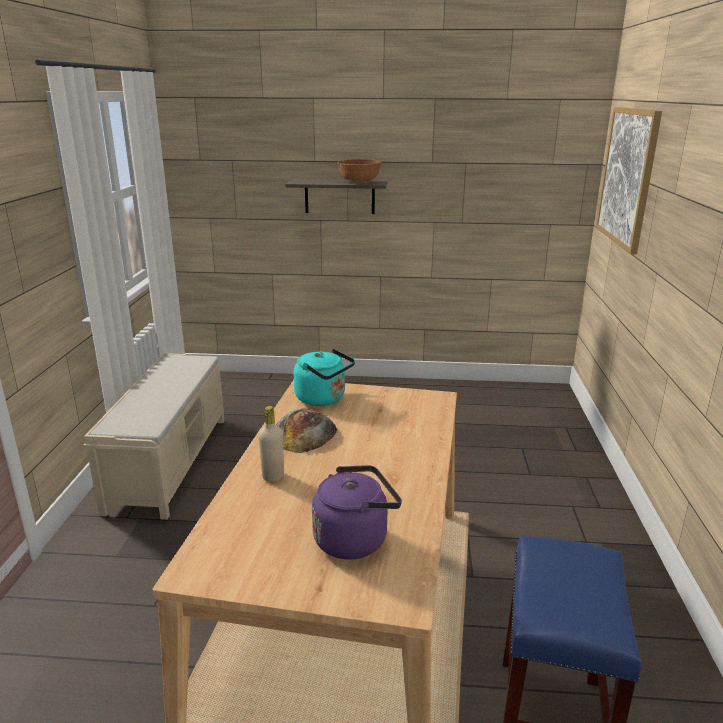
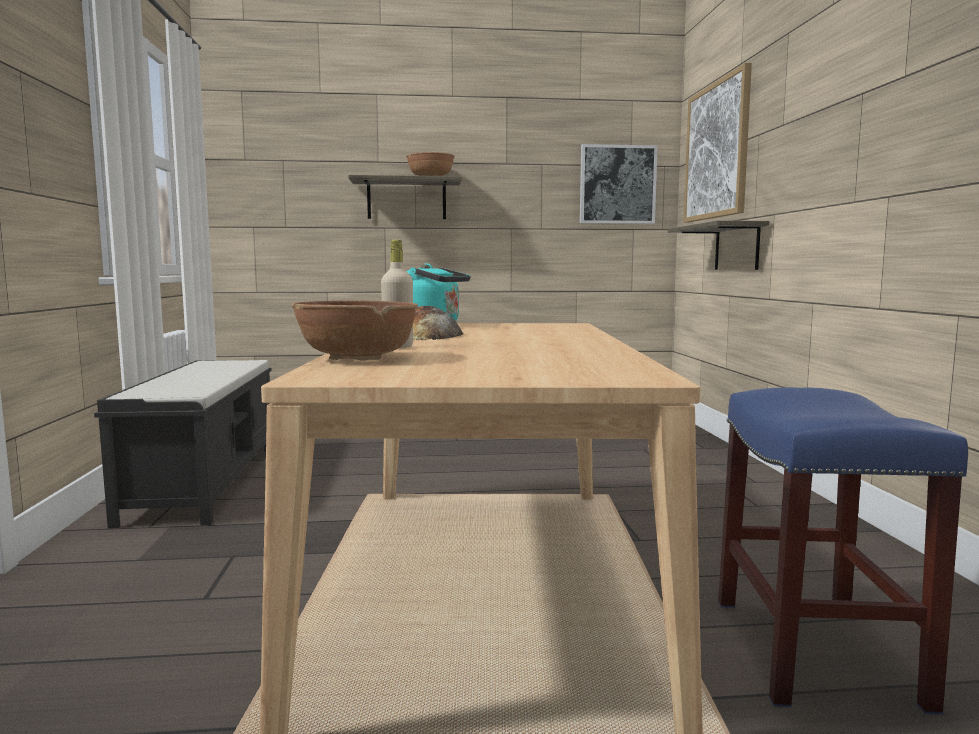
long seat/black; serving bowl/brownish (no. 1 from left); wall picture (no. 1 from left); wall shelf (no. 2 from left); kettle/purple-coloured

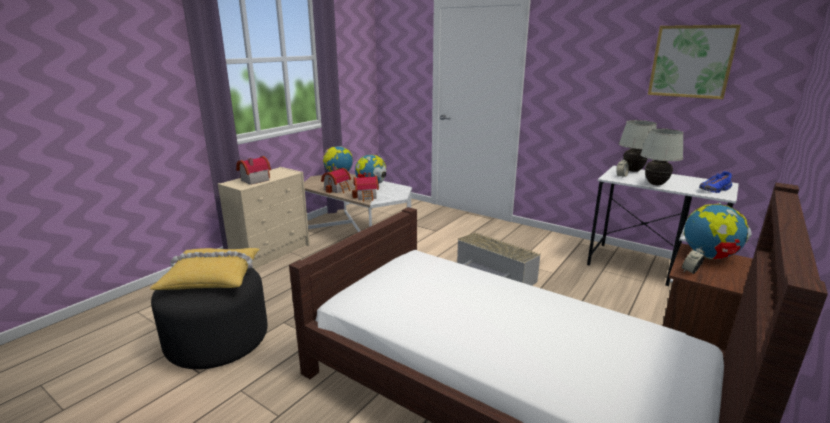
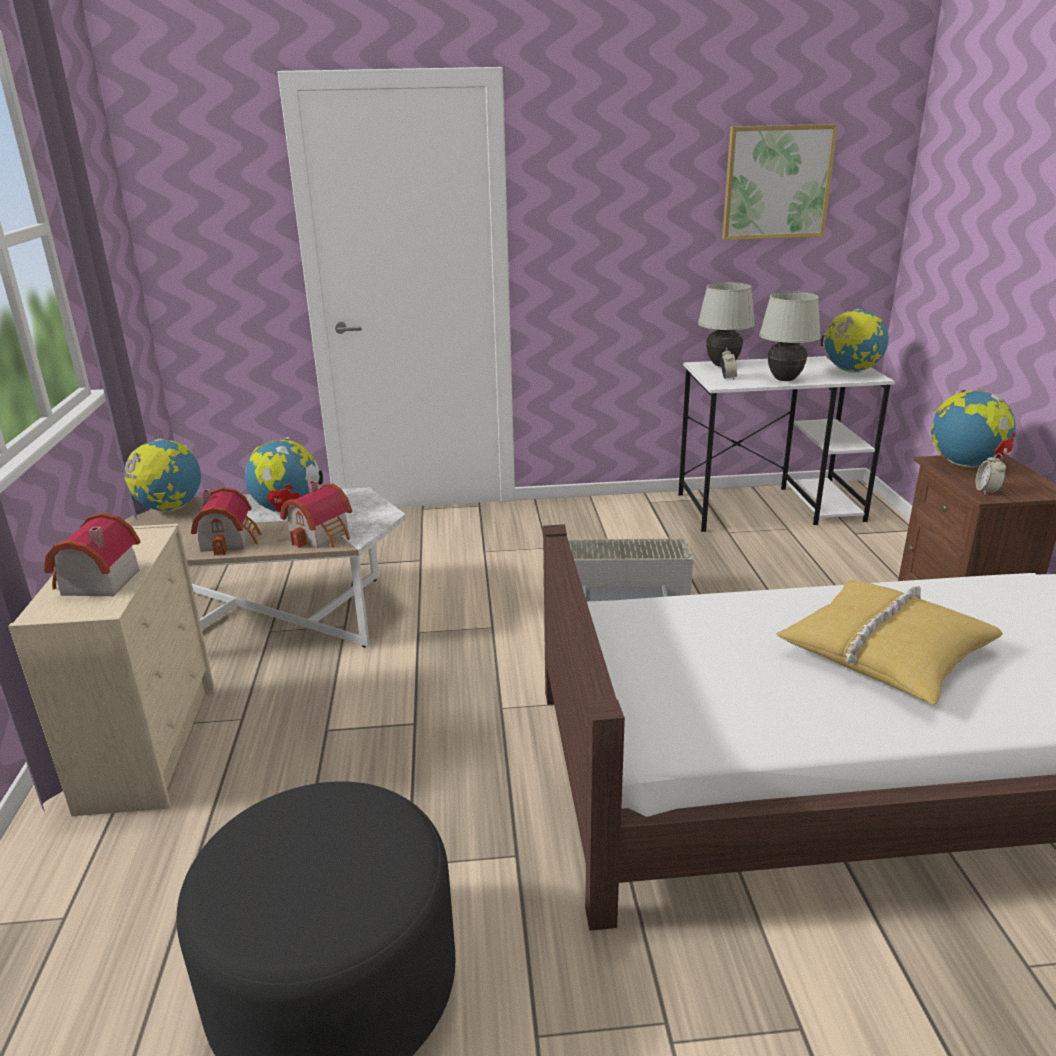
pillow/yellowish; globe (no. 3 from left)

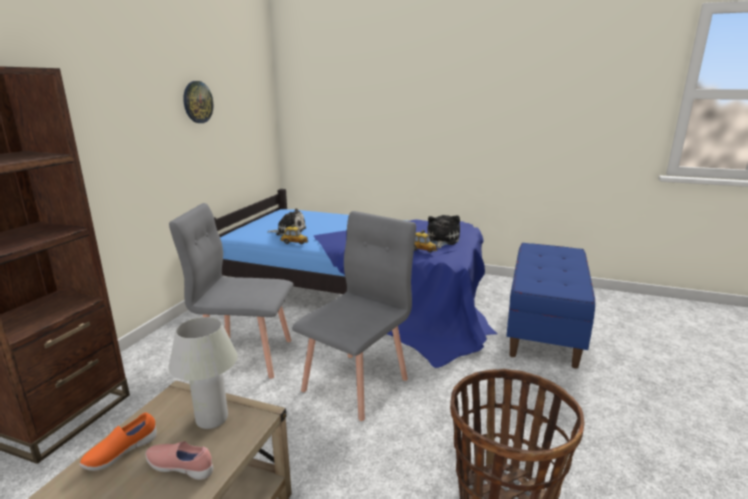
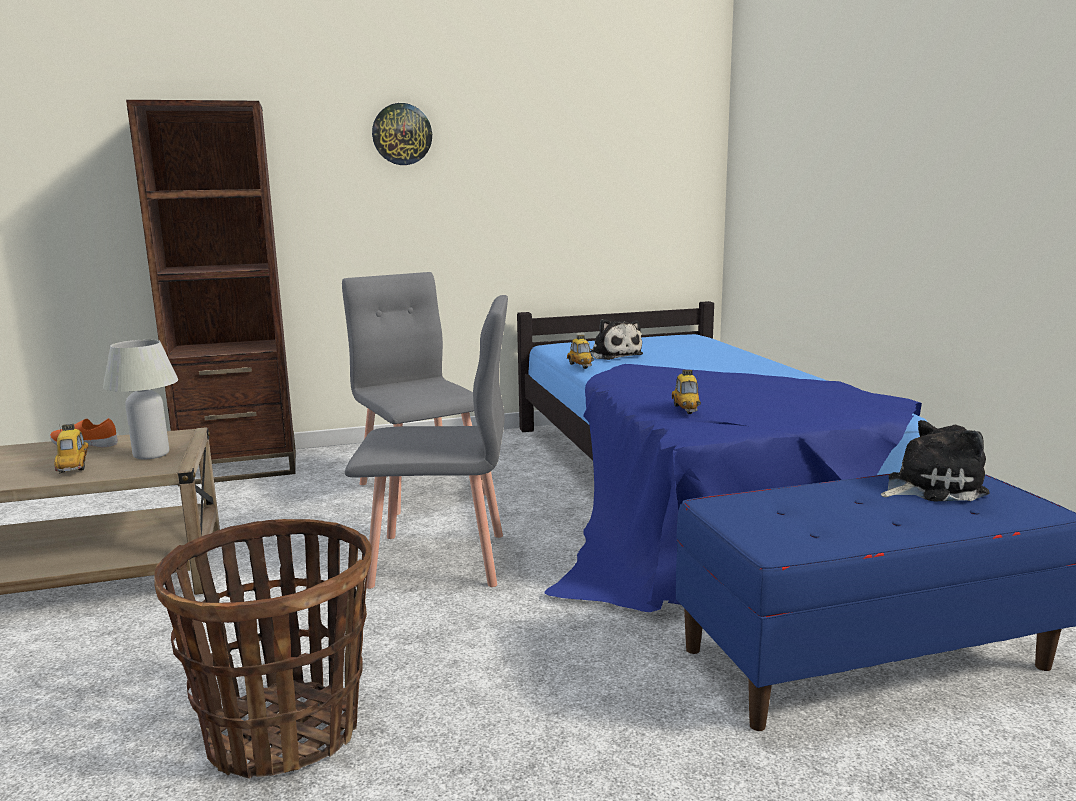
model car (no. 1 from left); hanging clock; cuddly toy (no. 2 from left)

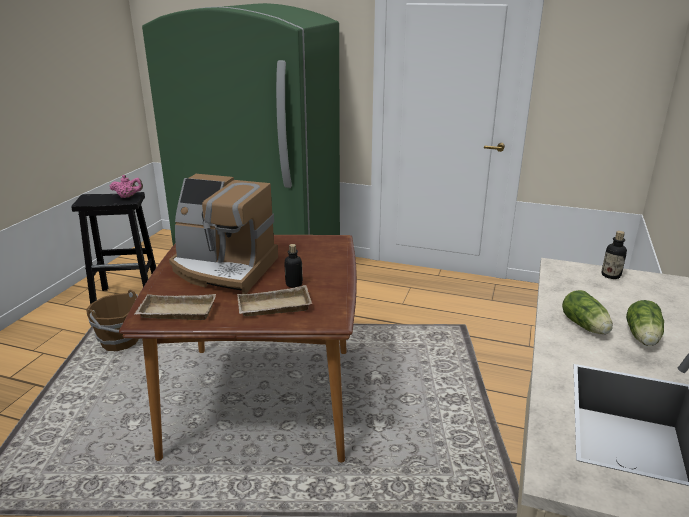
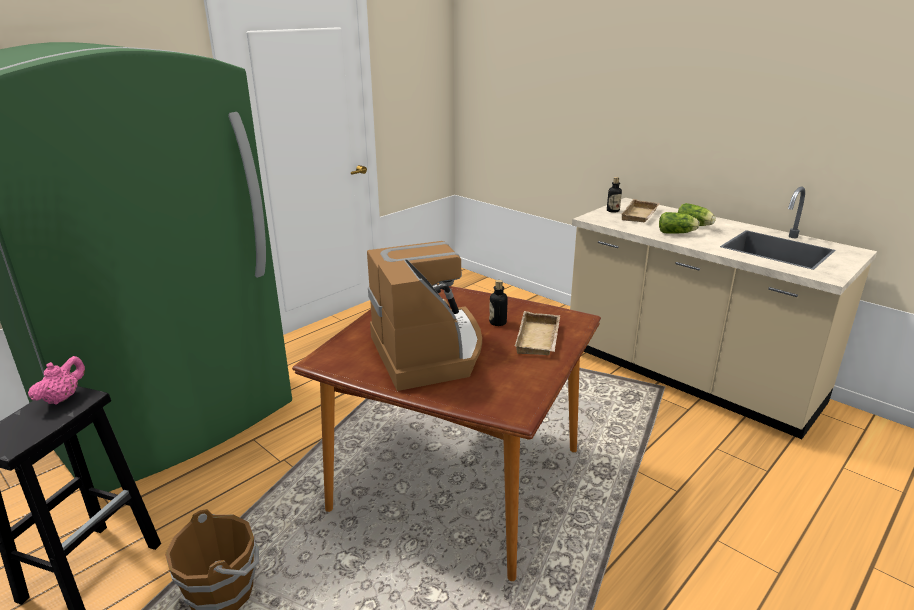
coffee machine; carrying tray/beige-coloured (no. 2 from left)

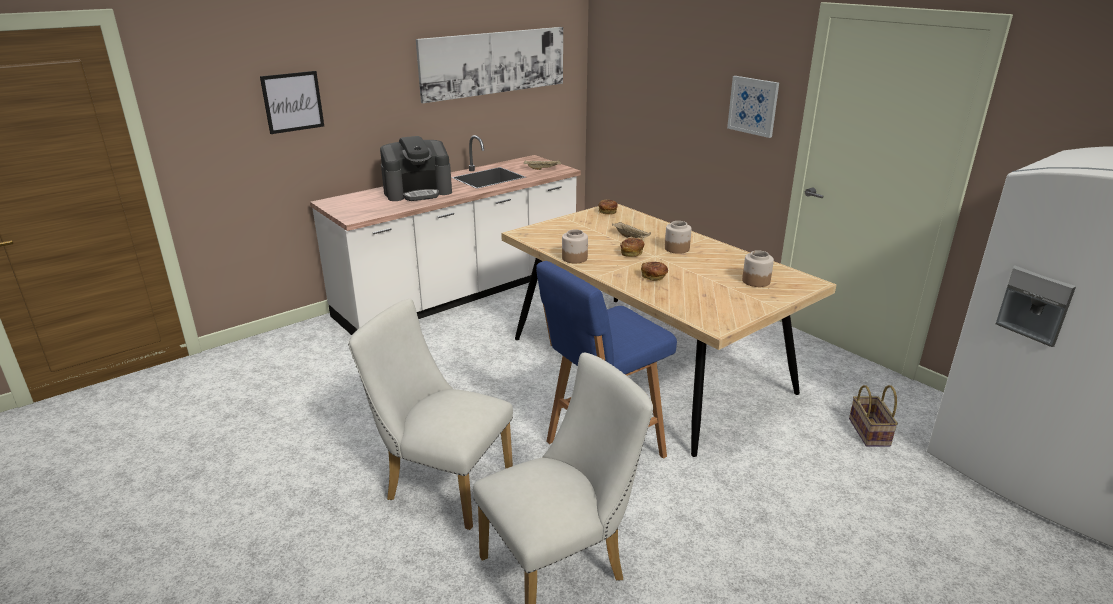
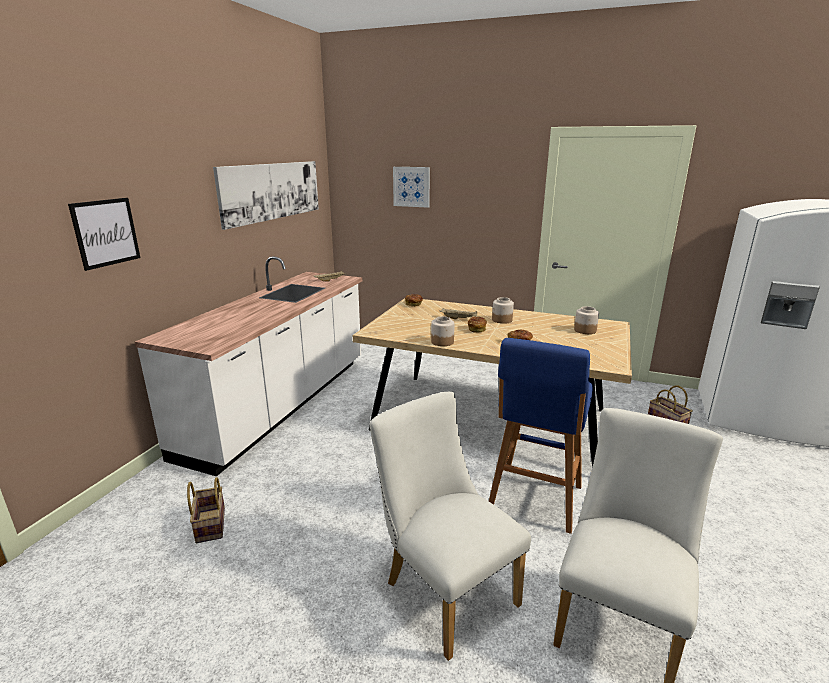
basket (no. 1 from left); chair/whitish (no. 1 from left); wall picture (no. 3 from left); coffee machine

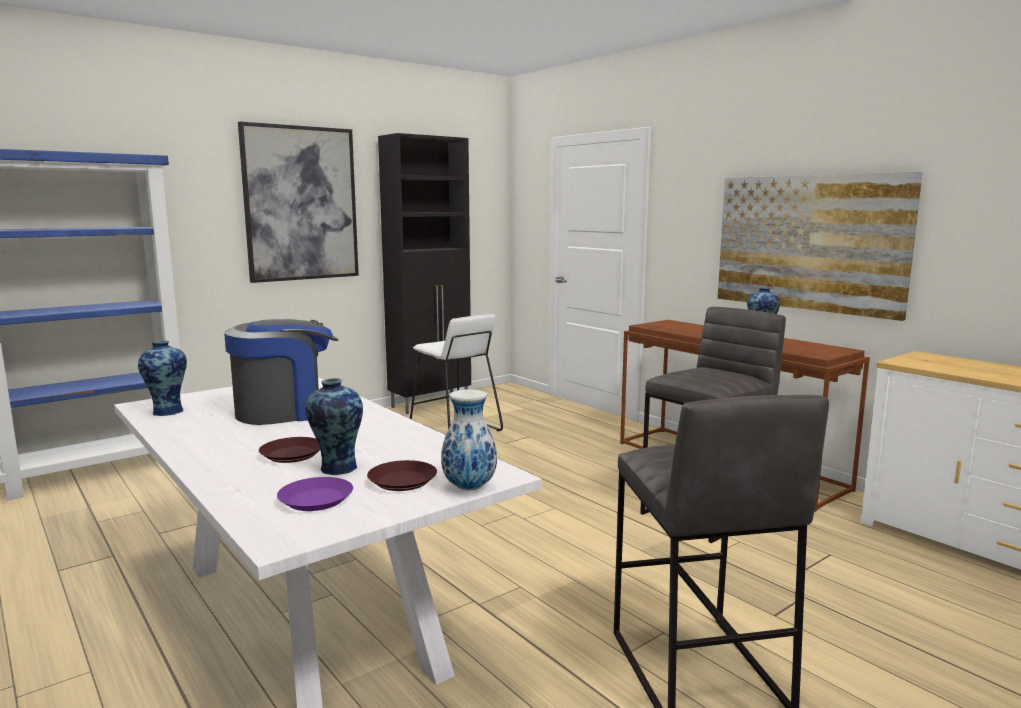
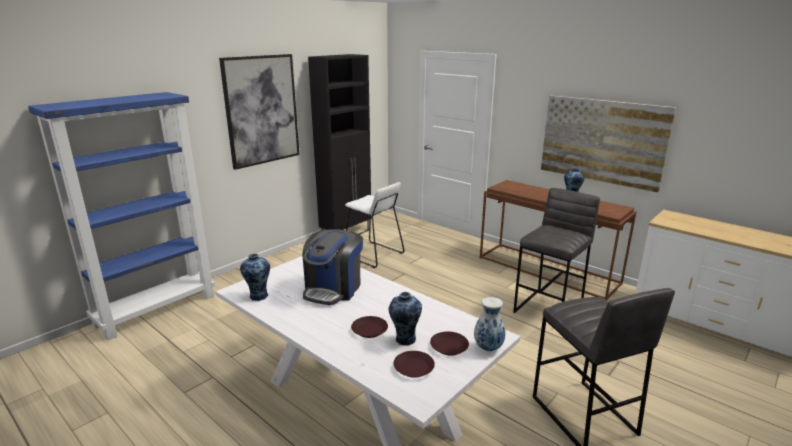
coffee machine; flat dish/brownish (no. 2 from left)

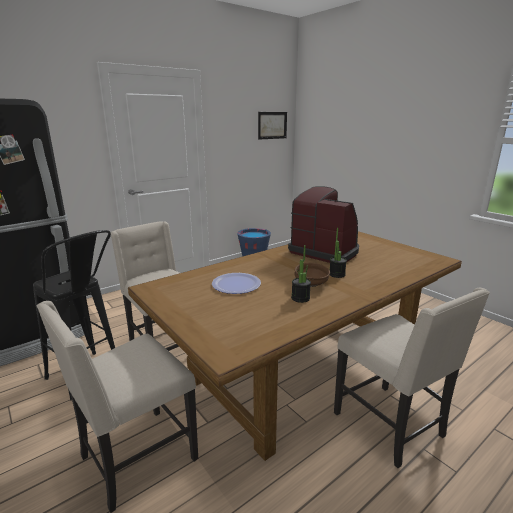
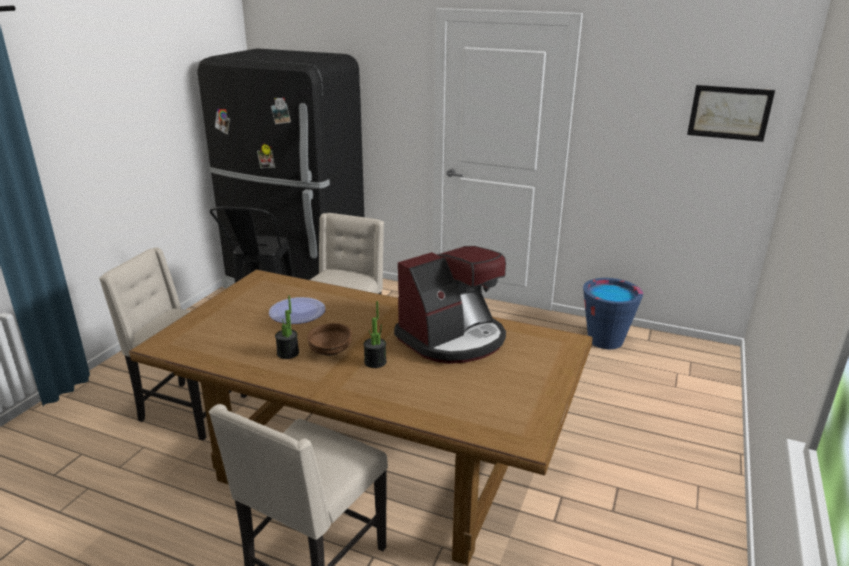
coffee machine

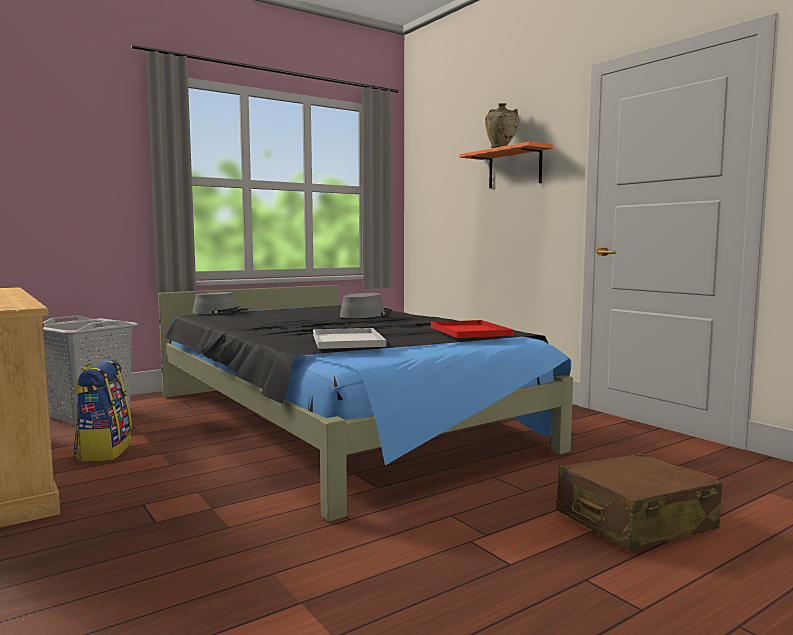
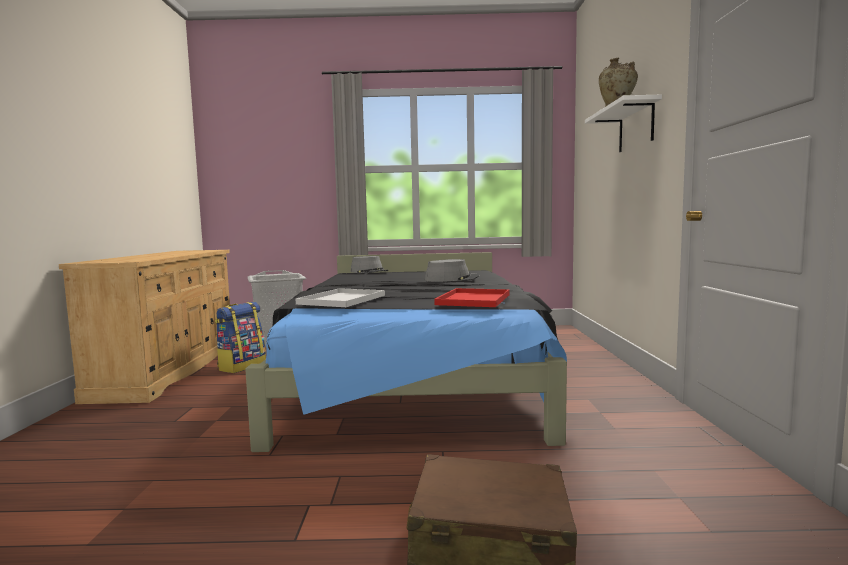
wall shelf/whitish

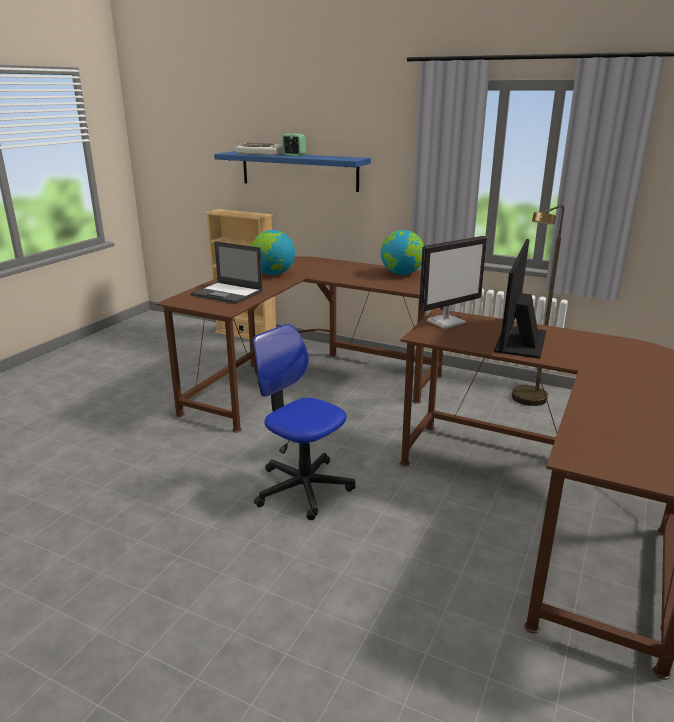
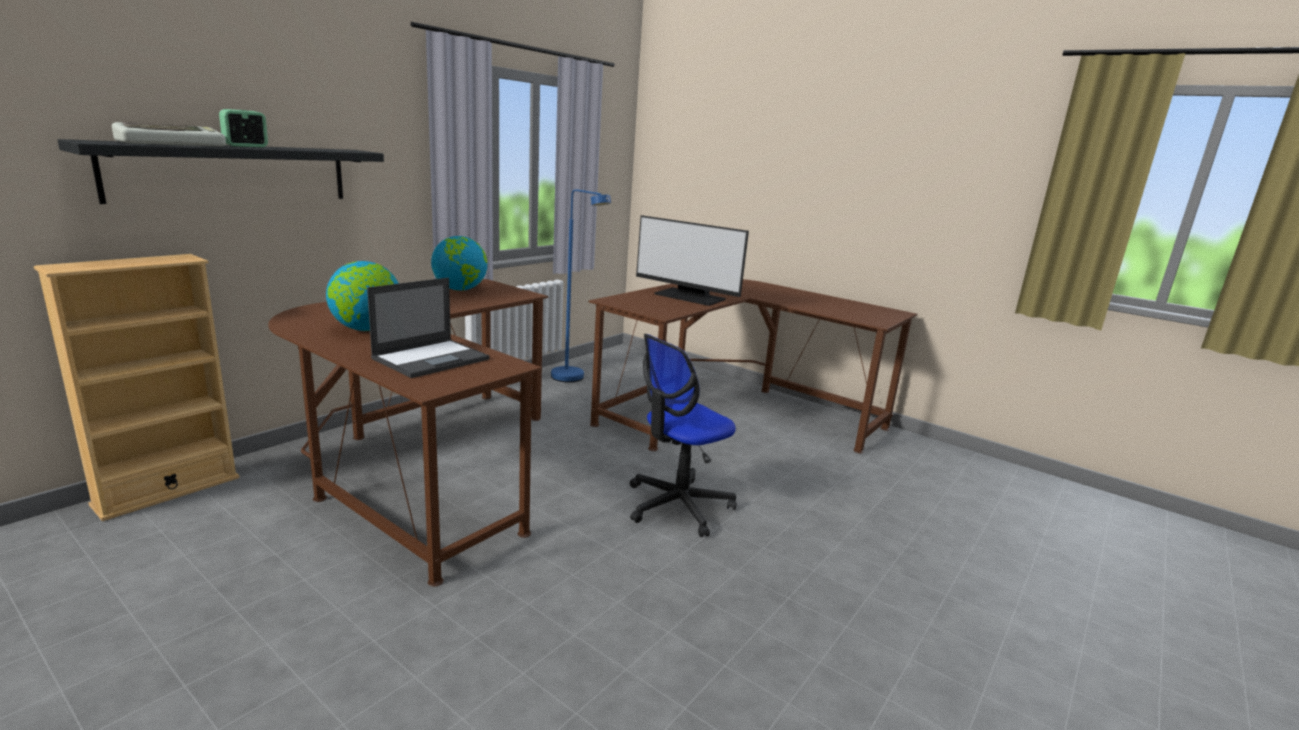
wall shelf/black; standing lamp/blue-coloured; computer display (no. 1 from left in the first image)

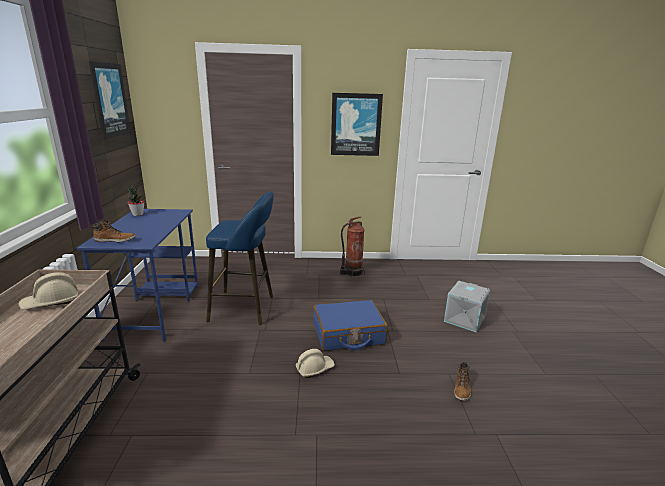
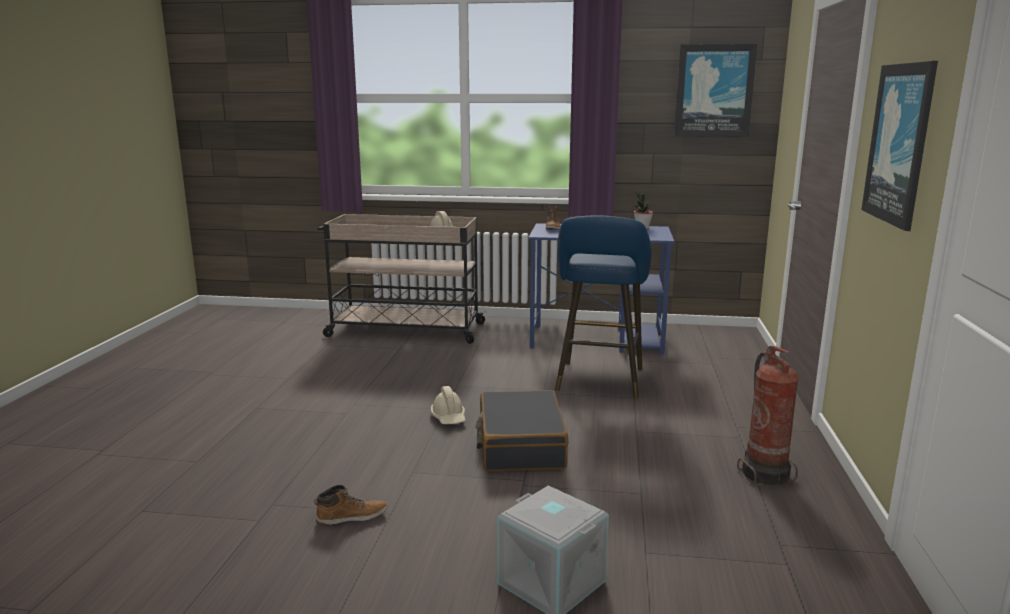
high-top boot (no. 1 from left); suitcase/black

